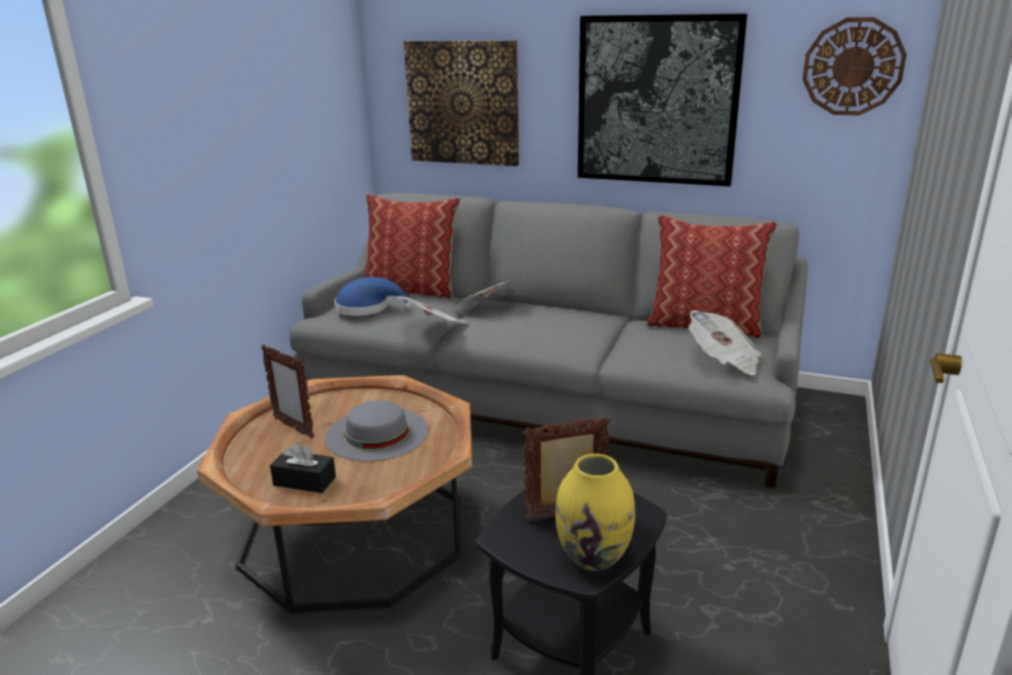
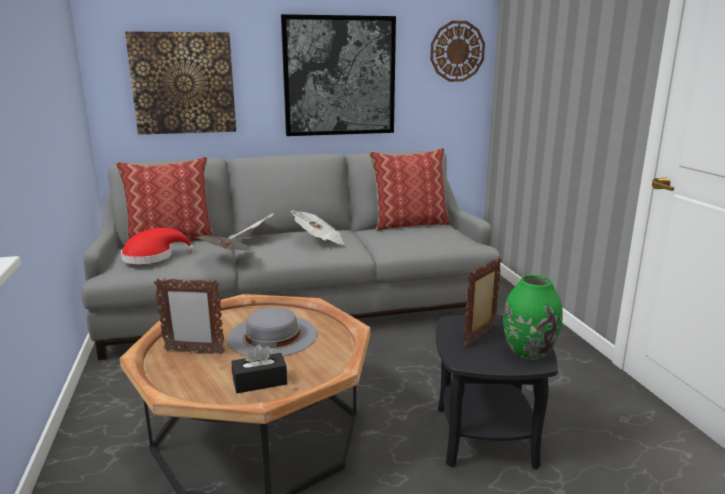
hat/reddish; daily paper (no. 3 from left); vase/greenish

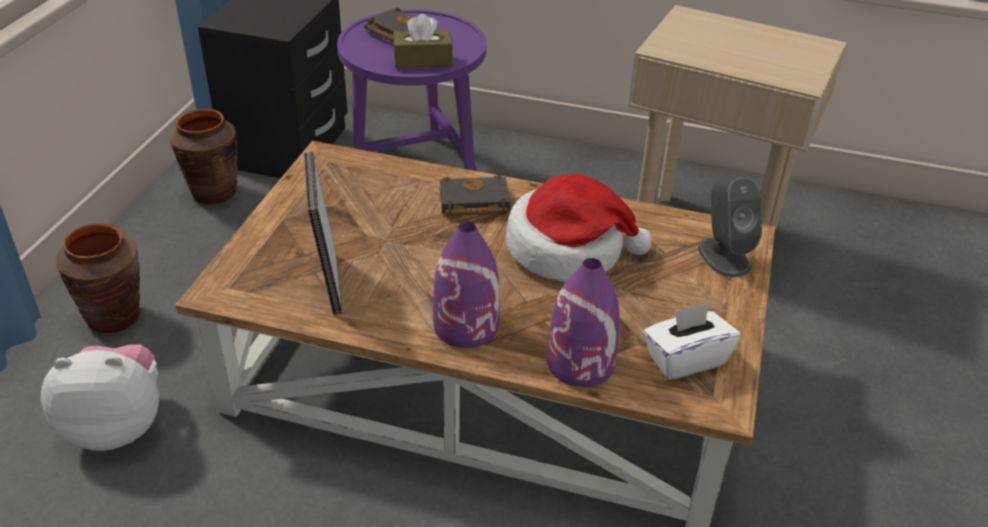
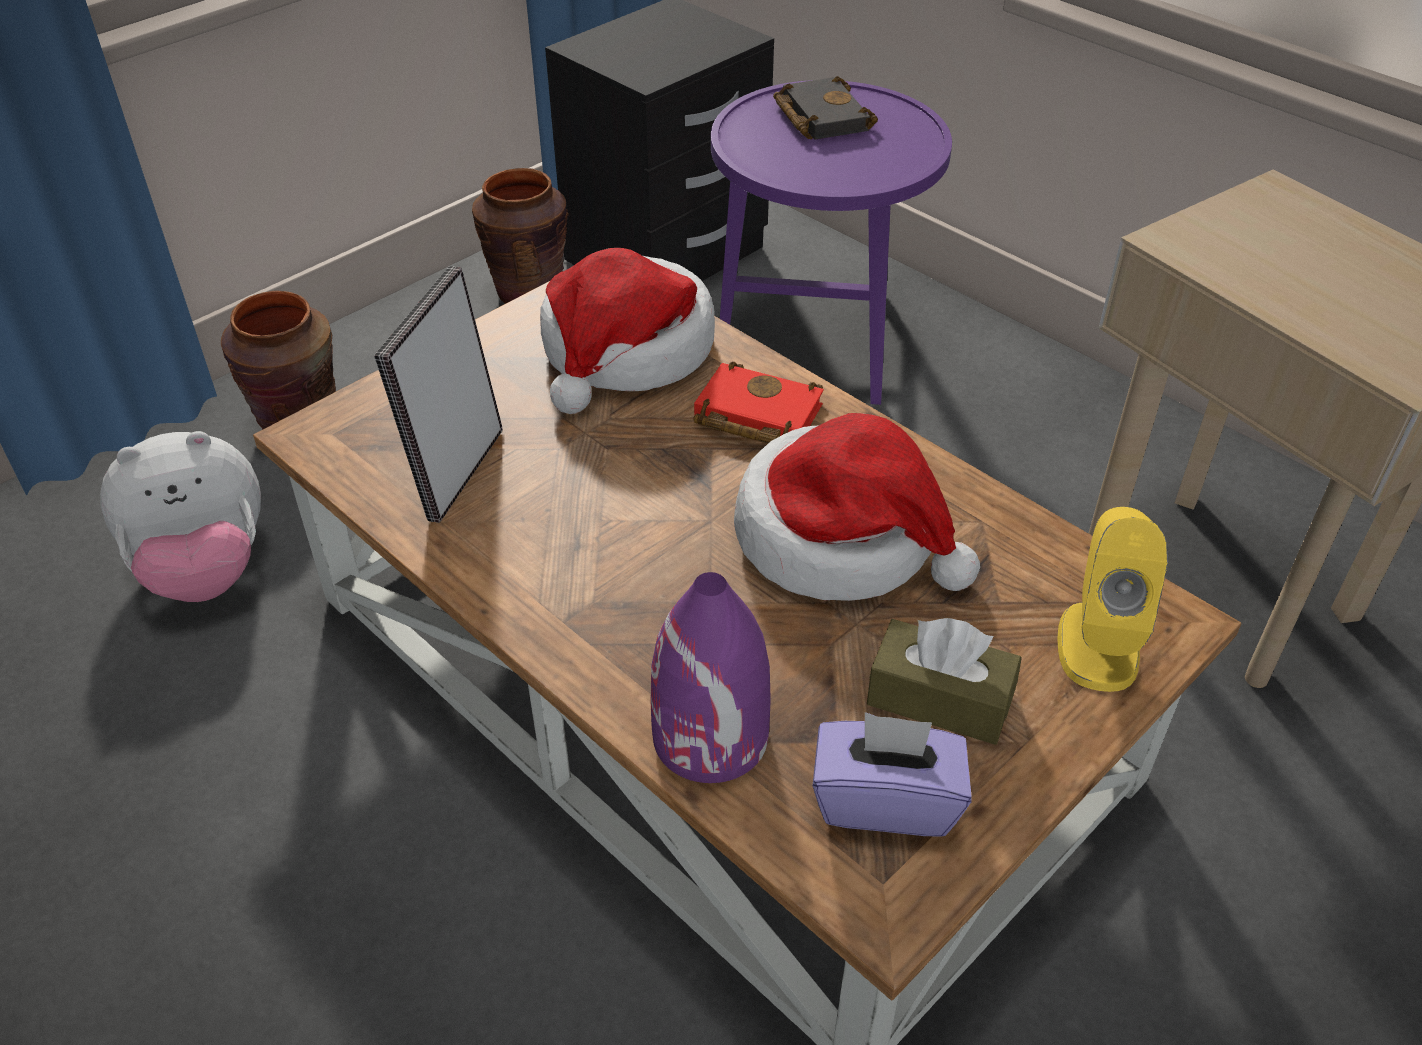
cuddly toy; hat (no. 1 from left); book/reddish; tissue holder/purple-coloured; tissue holder/brownish; speaker/yellowish; vase/purple-coloured (no. 1 from left in the first image)

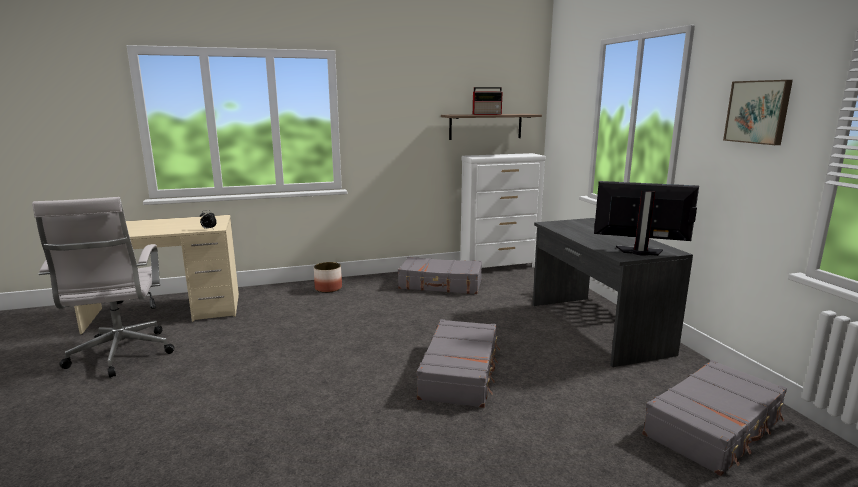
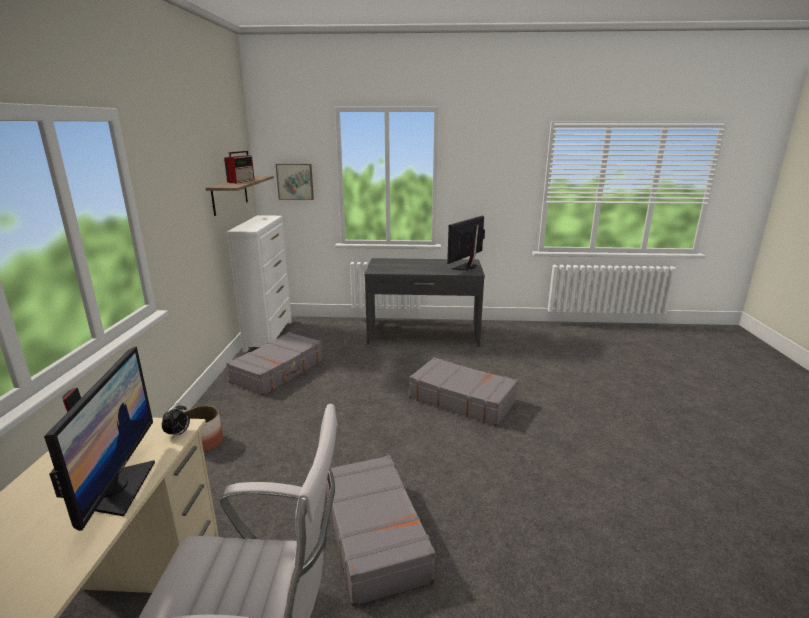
computer display (no. 1 from left); wall picture; suitcase/greyish (no. 2 from left)

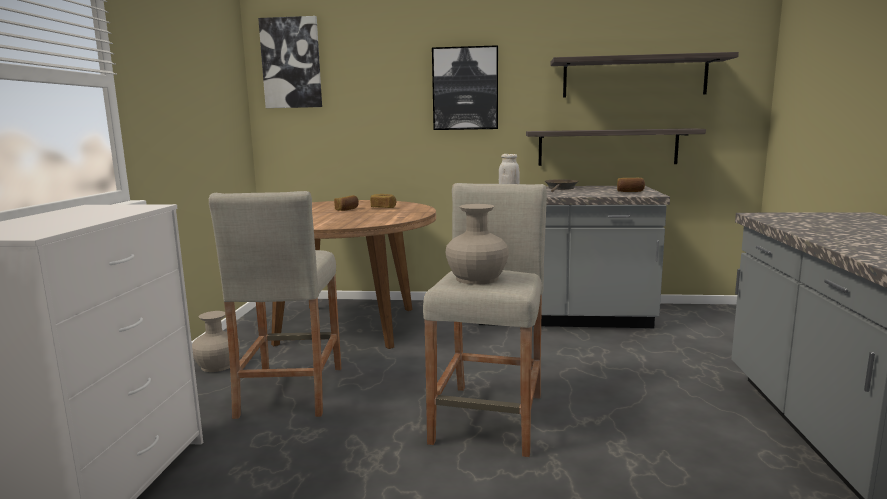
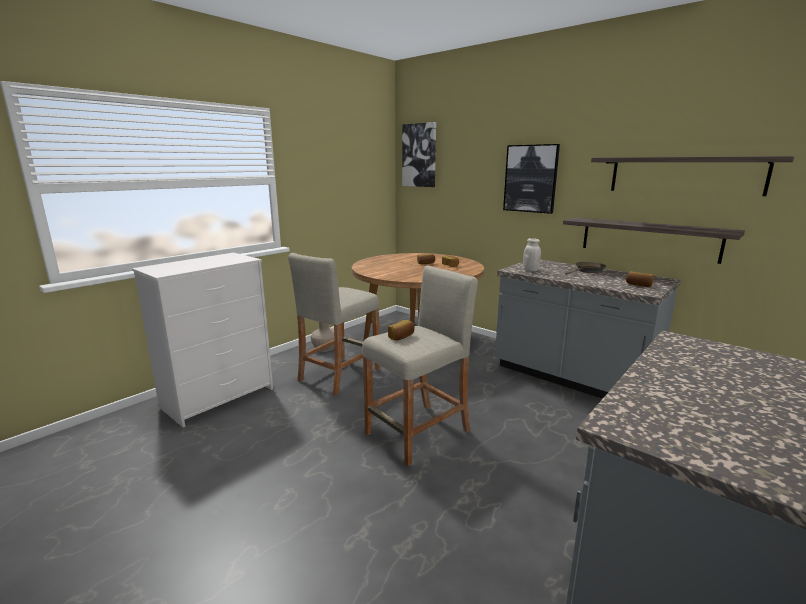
bakery bread (no. 1 from left)

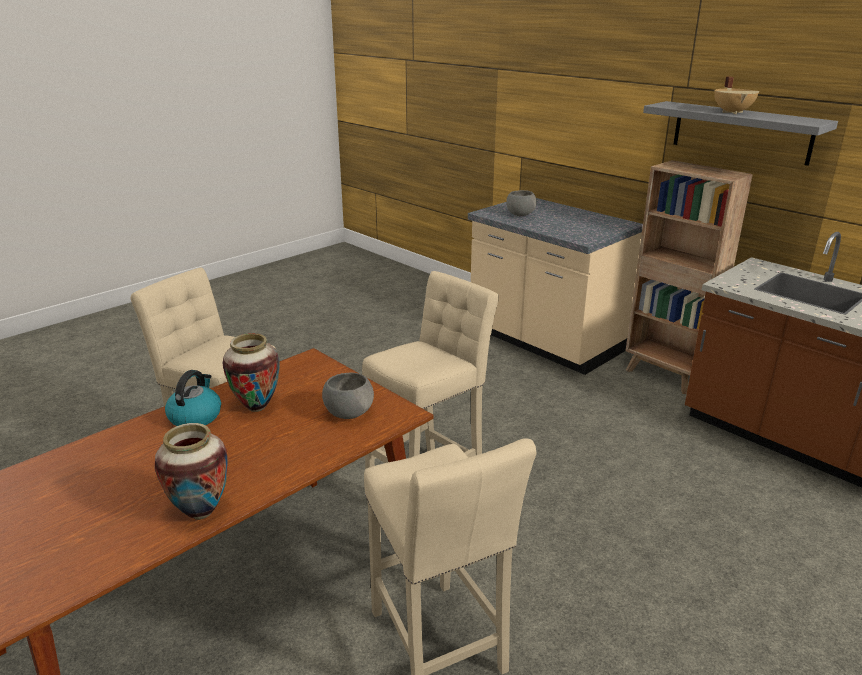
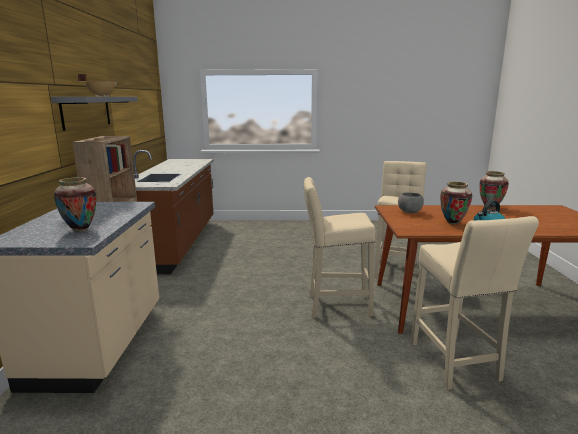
vase (no. 1 from left)

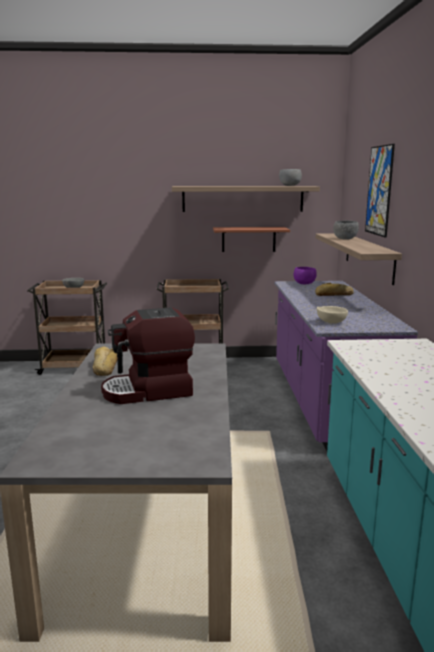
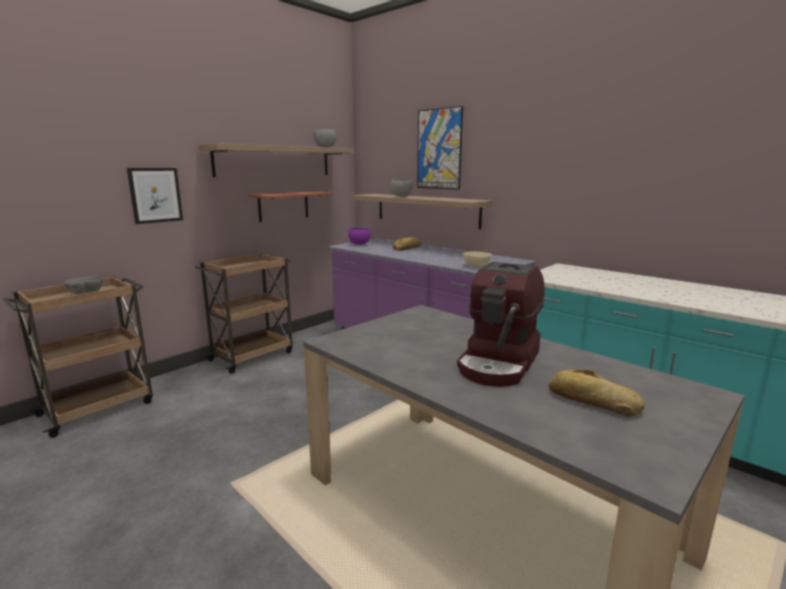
wall picture (no. 1 from left); bakery bread (no. 2 from left)

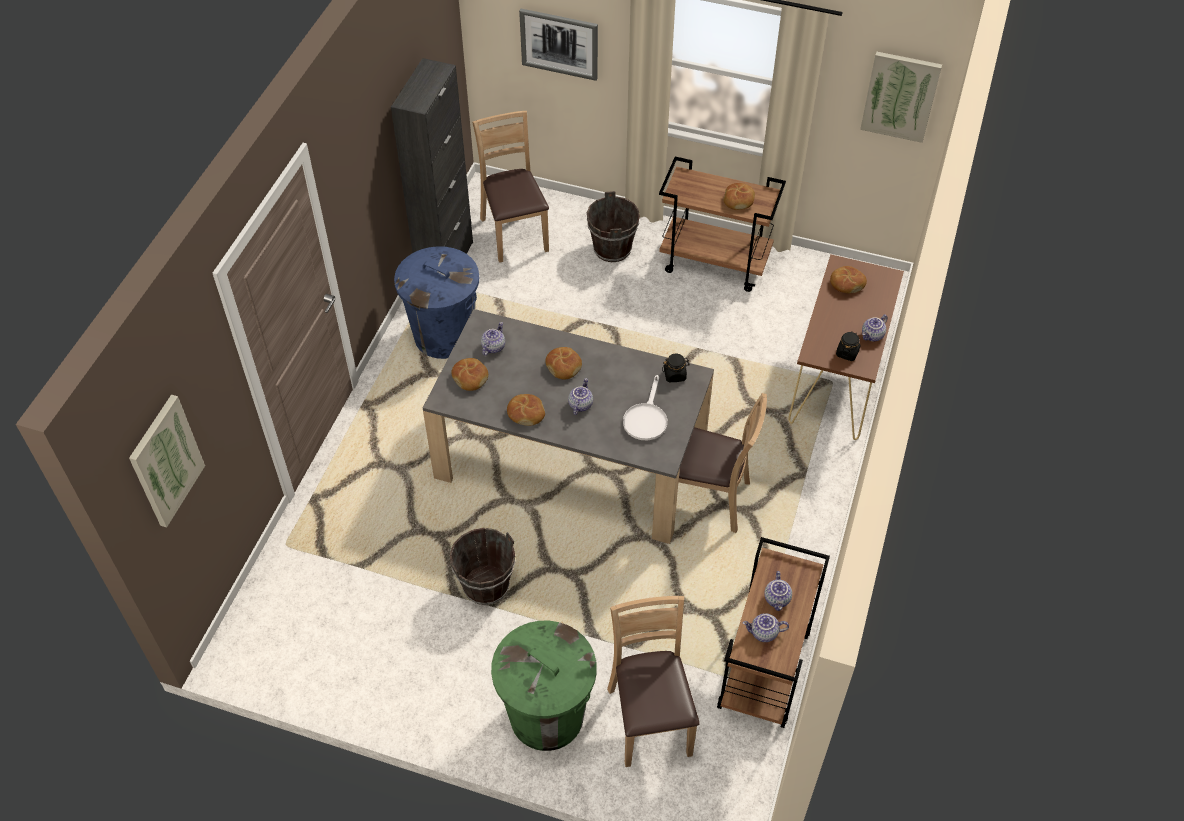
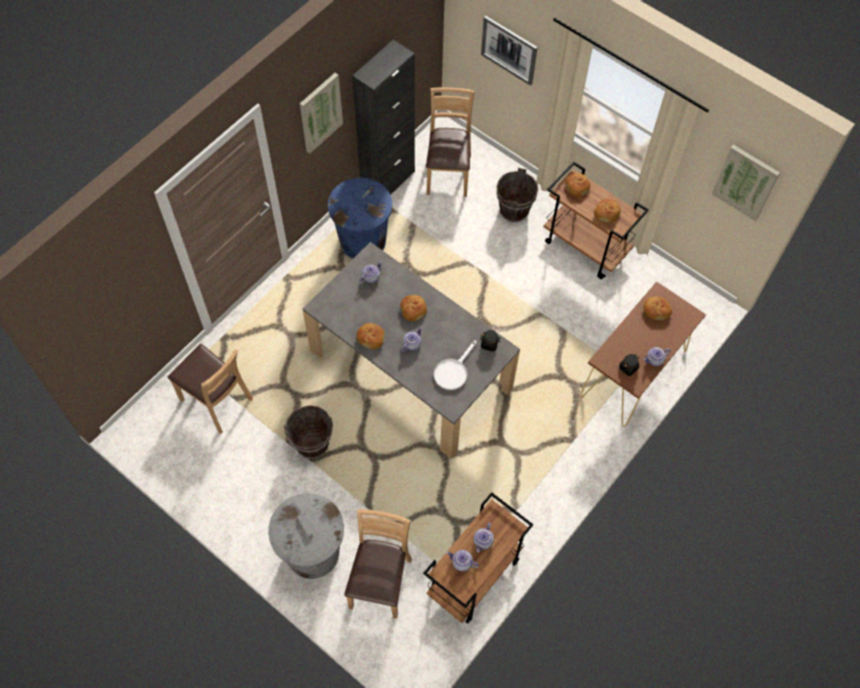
chair/brownish (no. 1 from left); trash can/greyish; wall picture (no. 1 from left); bakery bread (no. 3 from left)

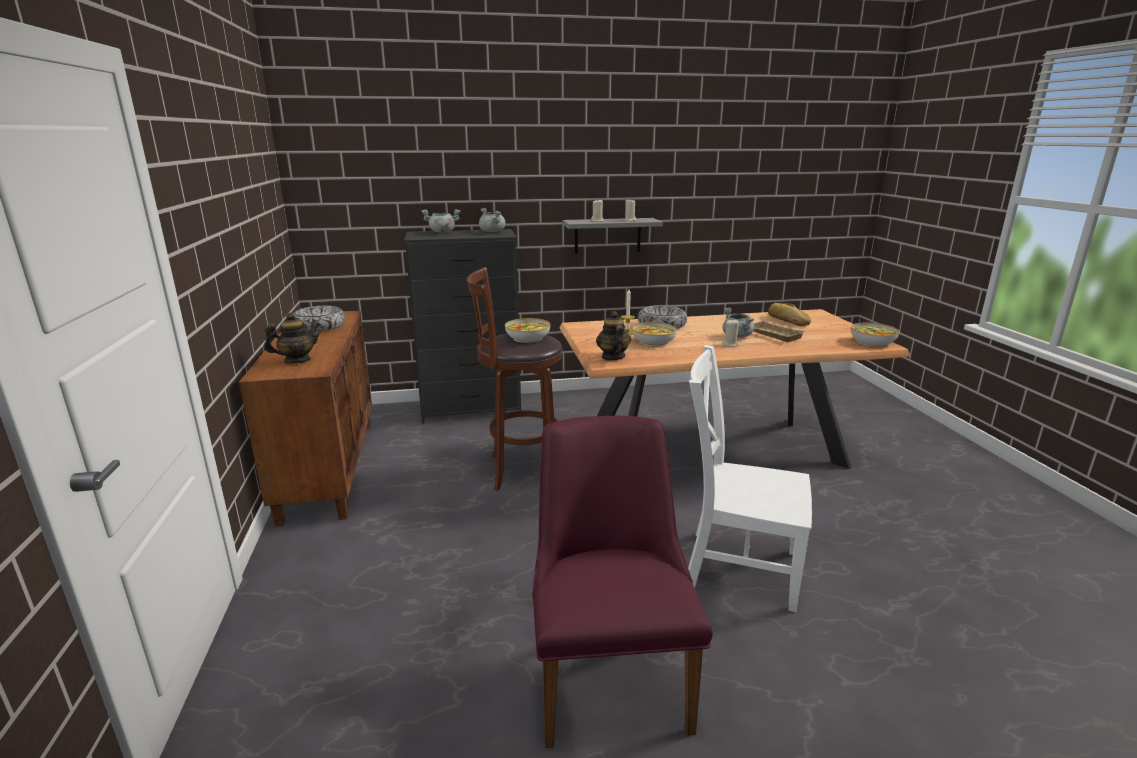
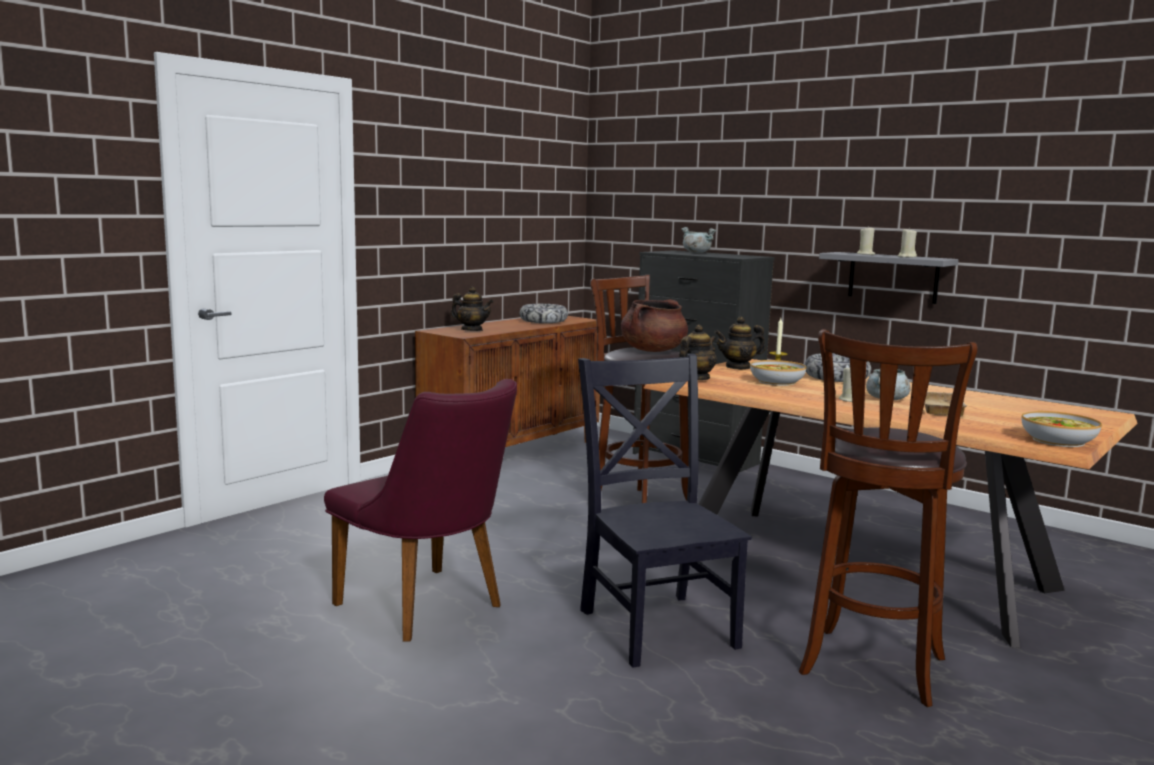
chair/purple-coloured; chair/black; saucepot/brownish; teapot (no. 3 from left); stool/brownish (no. 2 from left); saucepot/greyish (no. 2 from left in the first image); bakery bread

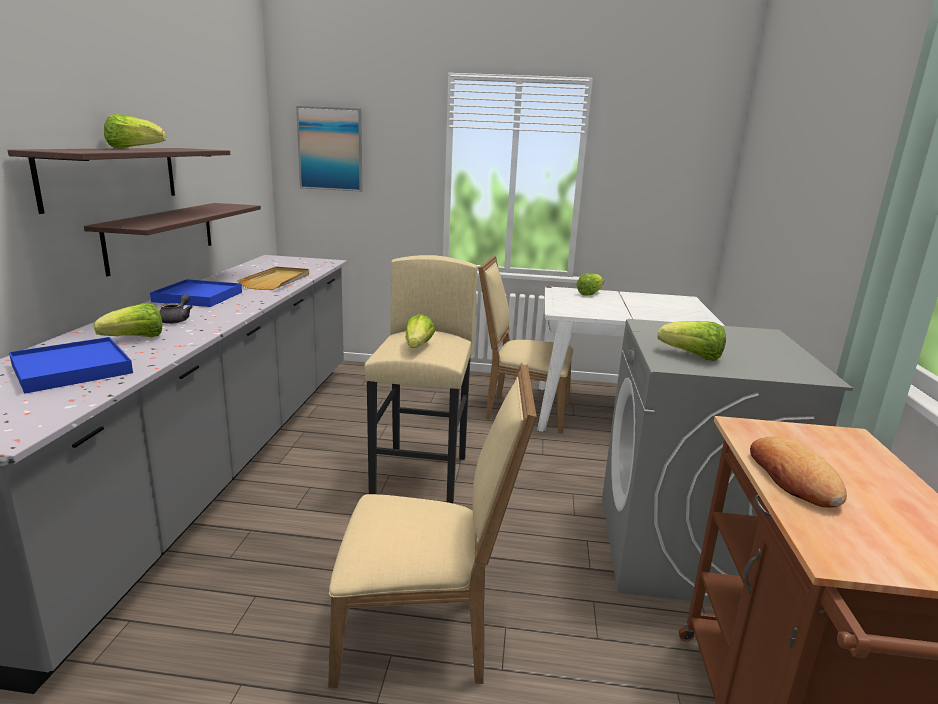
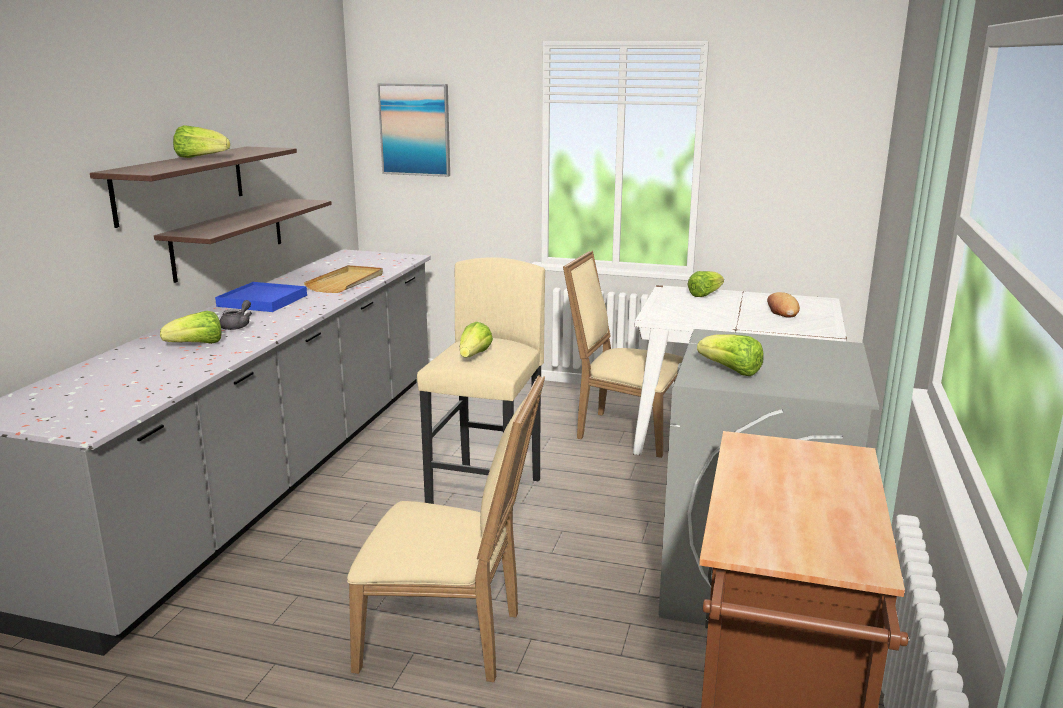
bakery bread; carrying tray/blue-coloured (no. 1 from left in the first image)

